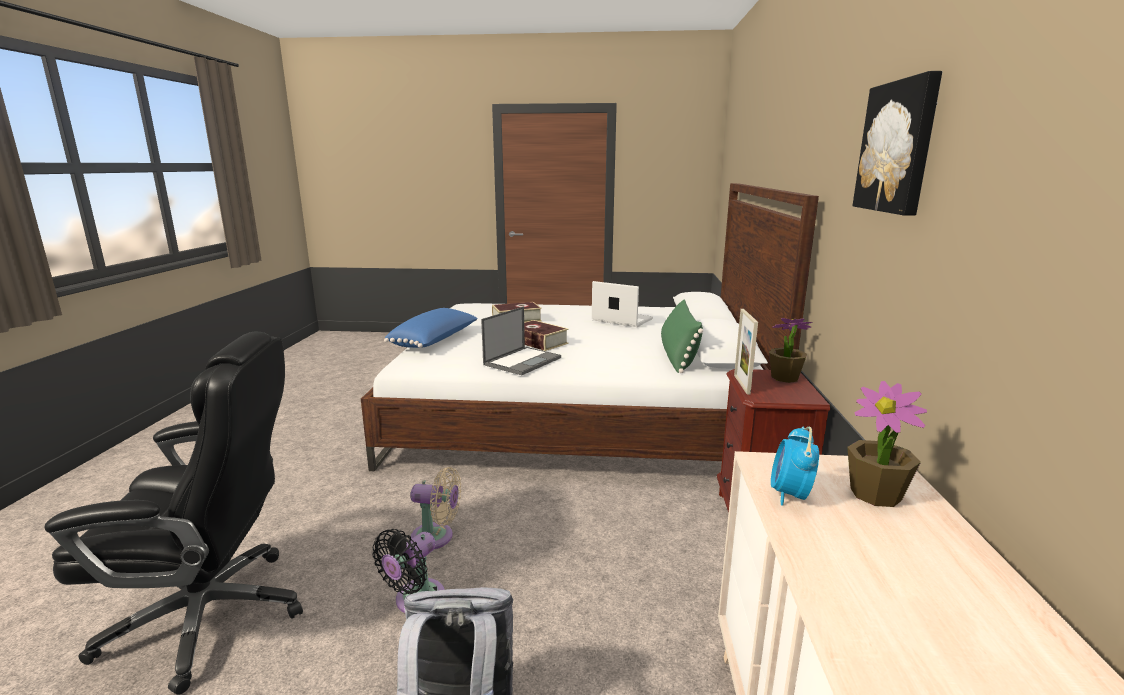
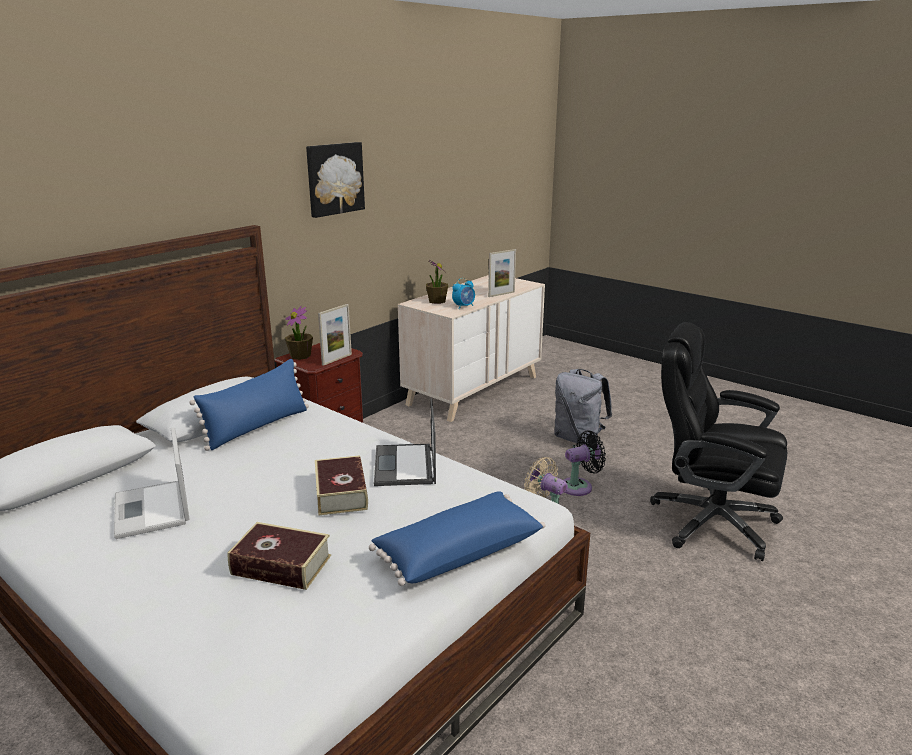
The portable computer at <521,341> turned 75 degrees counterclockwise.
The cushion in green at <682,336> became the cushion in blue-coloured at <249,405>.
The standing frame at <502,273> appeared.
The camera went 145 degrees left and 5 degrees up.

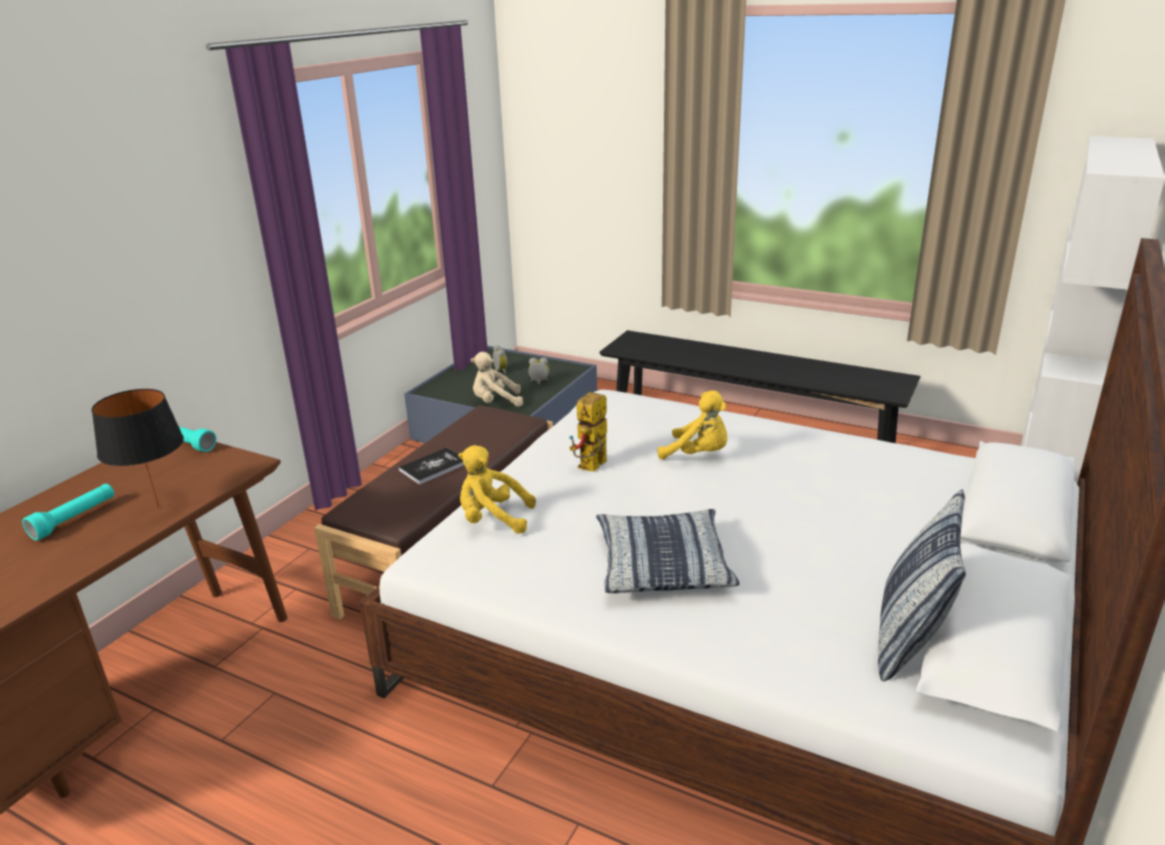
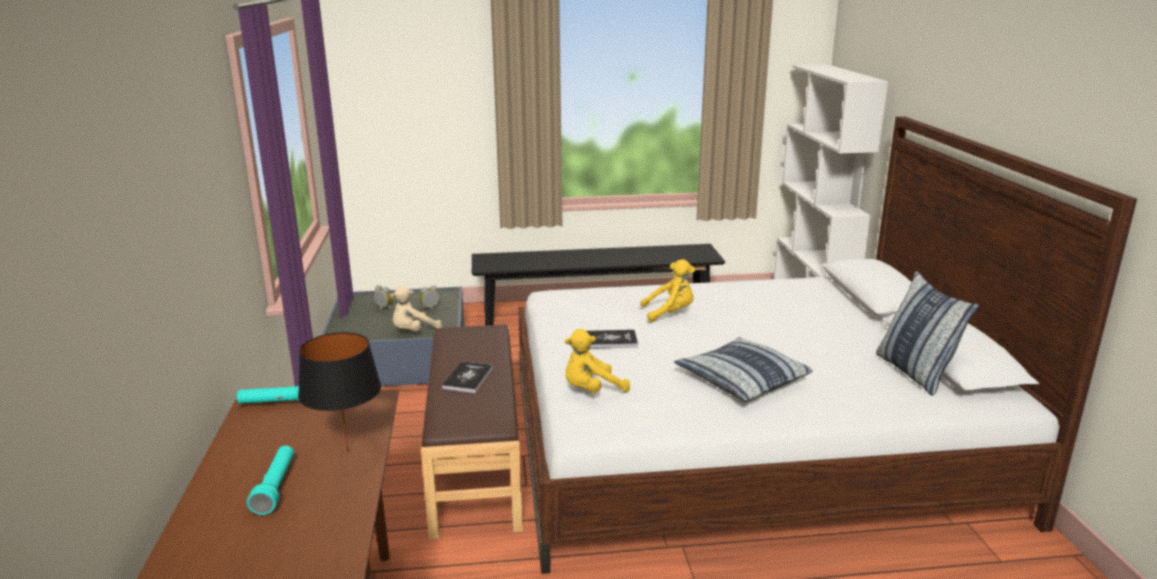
The toy robot at <588,432> was replaced by the book at <612,339>.
The camera went 35 degrees left and 5 degrees down.

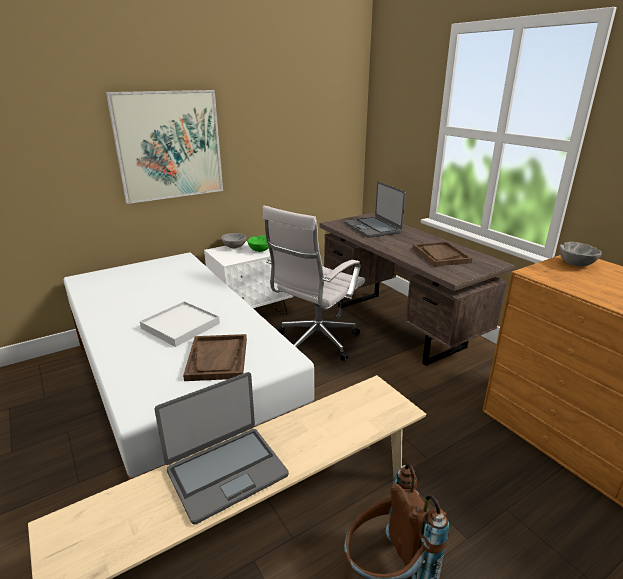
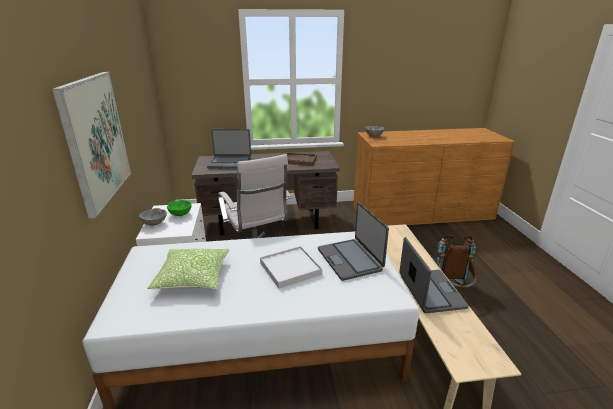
The tray in brown at <215,357> was replaced by the portable computer at <353,241>.
The cushion at <188,269> appeared.
The camera went 65 degrees left and 0 degrees up.

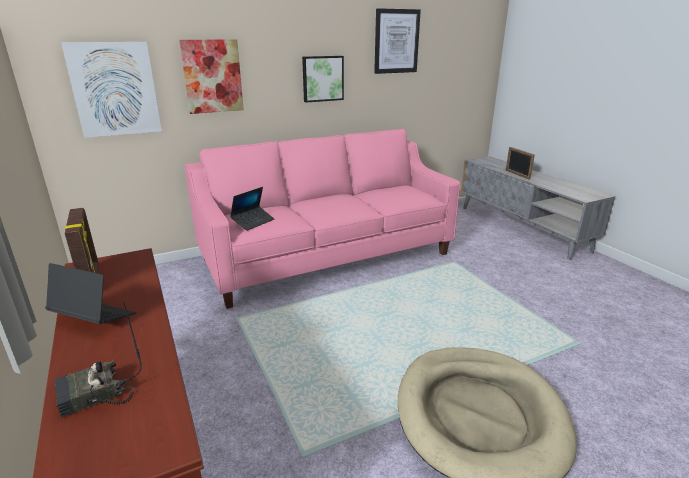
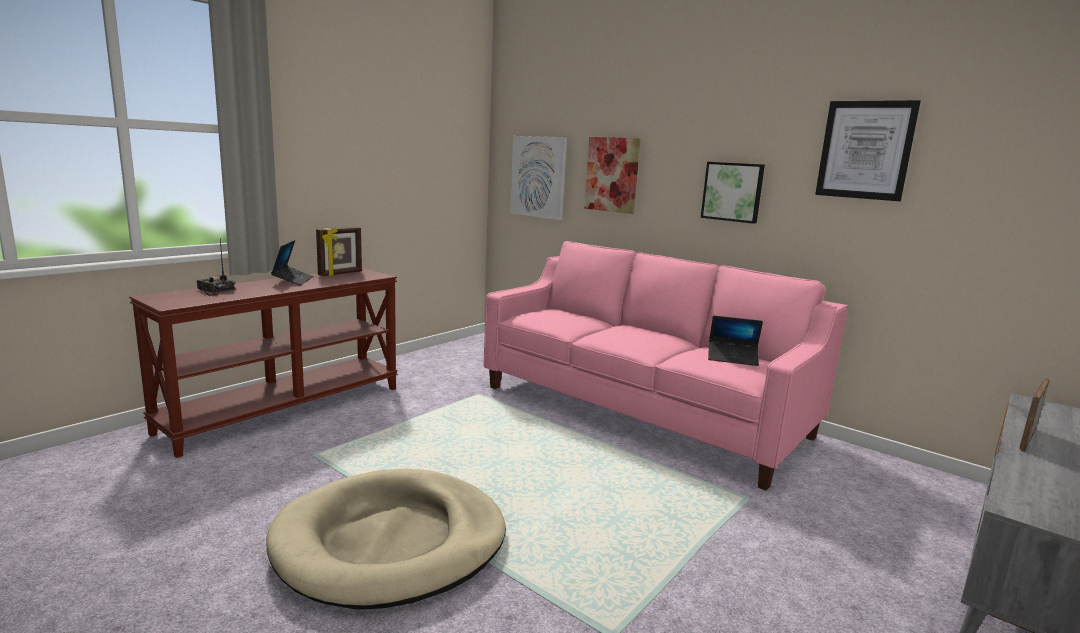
The portable computer moved from <252,209> to <735,341>.
The camera went 65 degrees right and 10 degrees down.

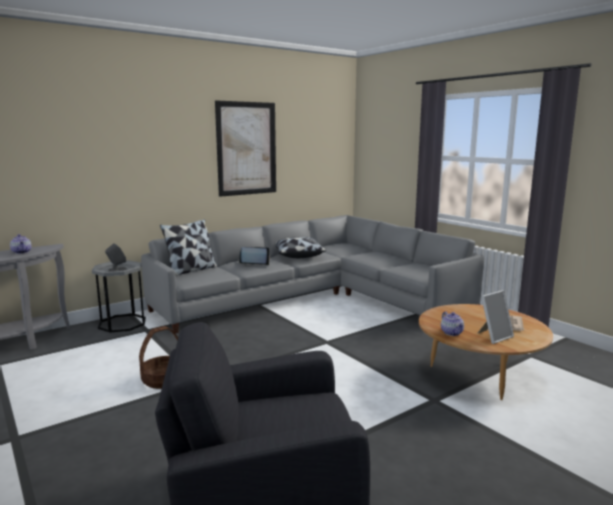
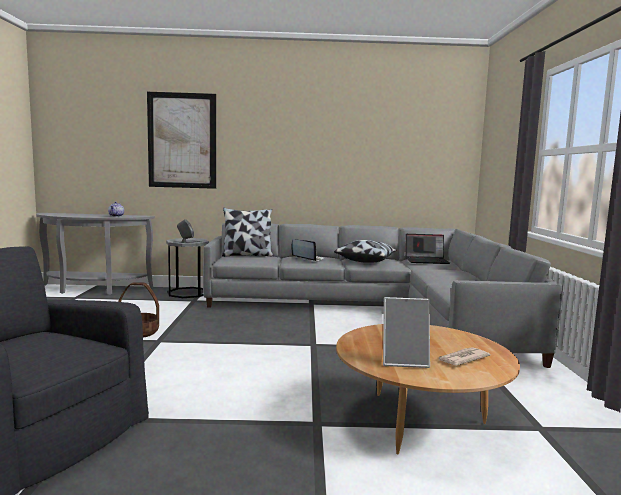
The wall picture moved from <245,148> to <181,140>.
The tea pot at <452,323> disappeared.
The portable computer at <428,249> appeared.
The camera went 35 degrees right and 5 degrees down.

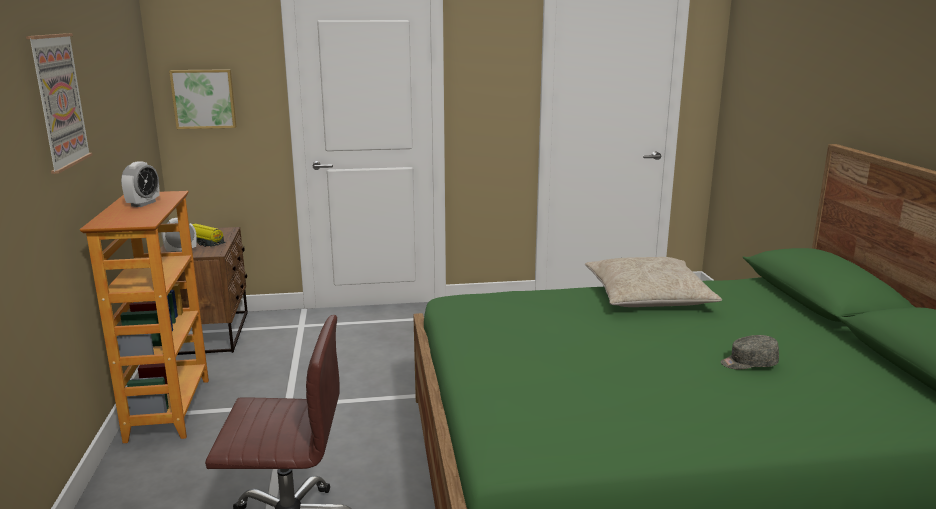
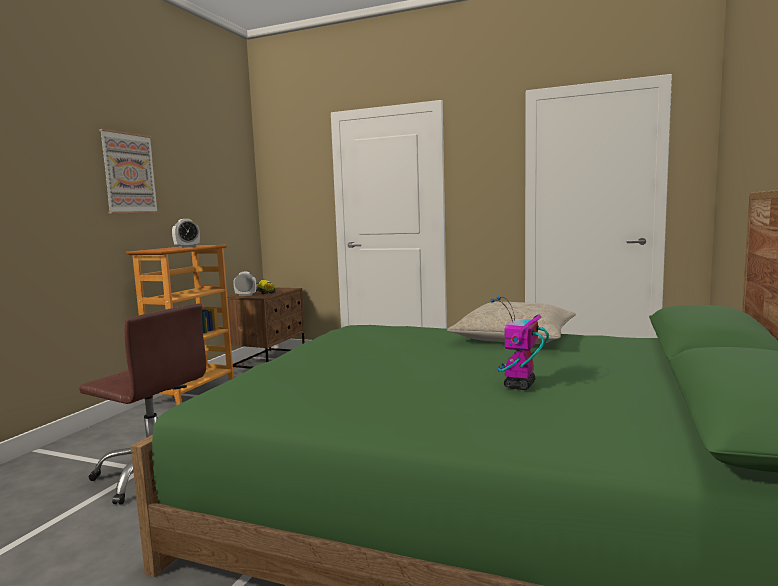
The wall picture at <202,99> disappeared.
The peaked cap in greyish at <750,352> was replaced by the toy robot at <519,343>.
The camera went 30 degrees right and 10 degrees down.

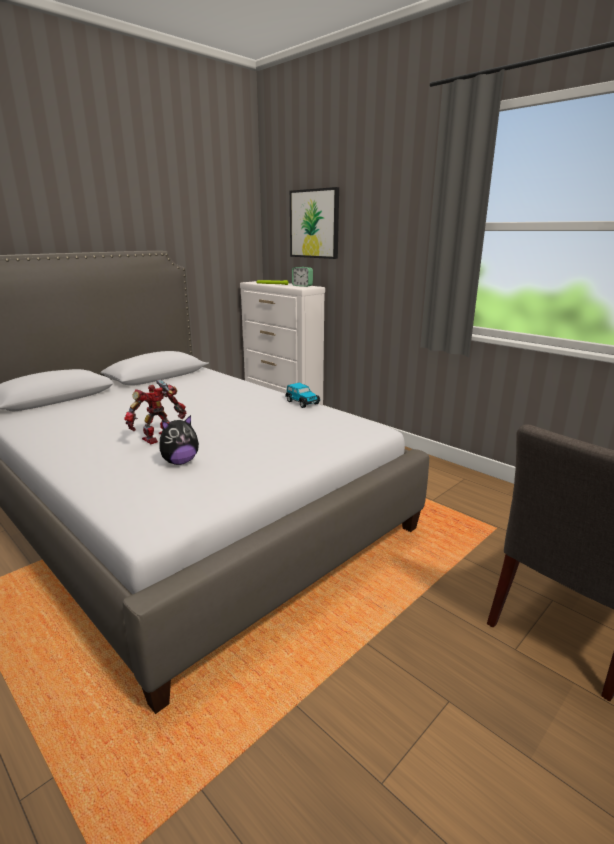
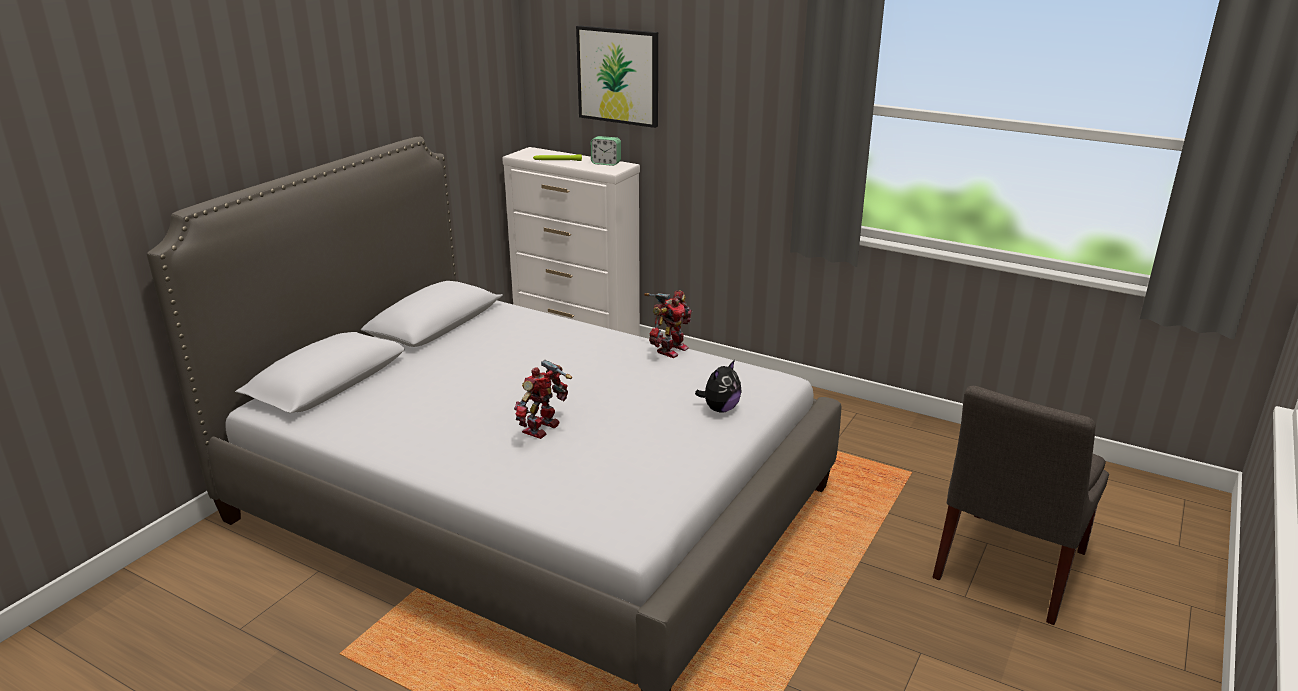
The cuddly toy moved from <179,440> to <718,386>.
The model car at <302,395> was replaced by the toy robot at <668,324>.
The camera went 15 degrees left and 5 degrees up.

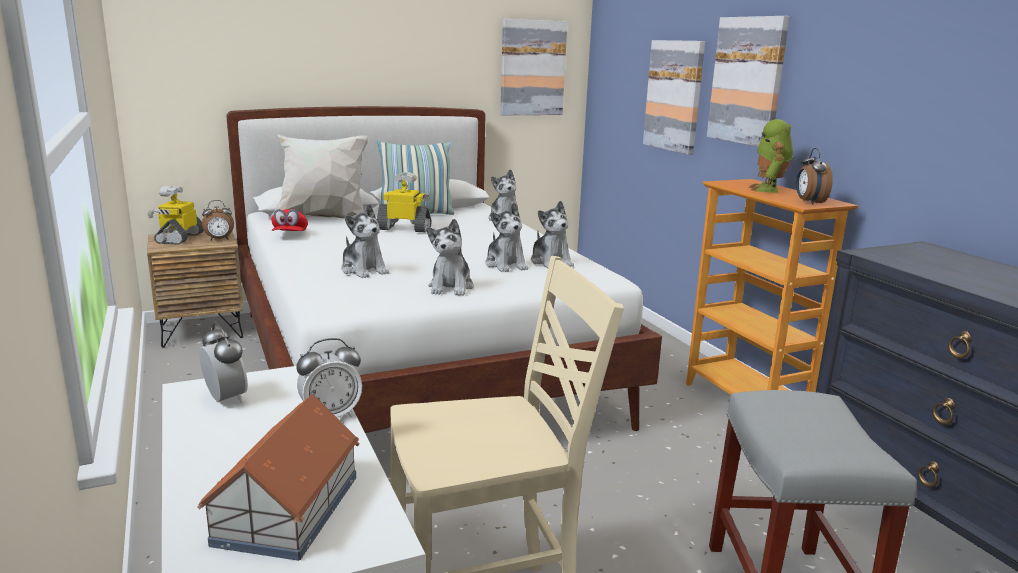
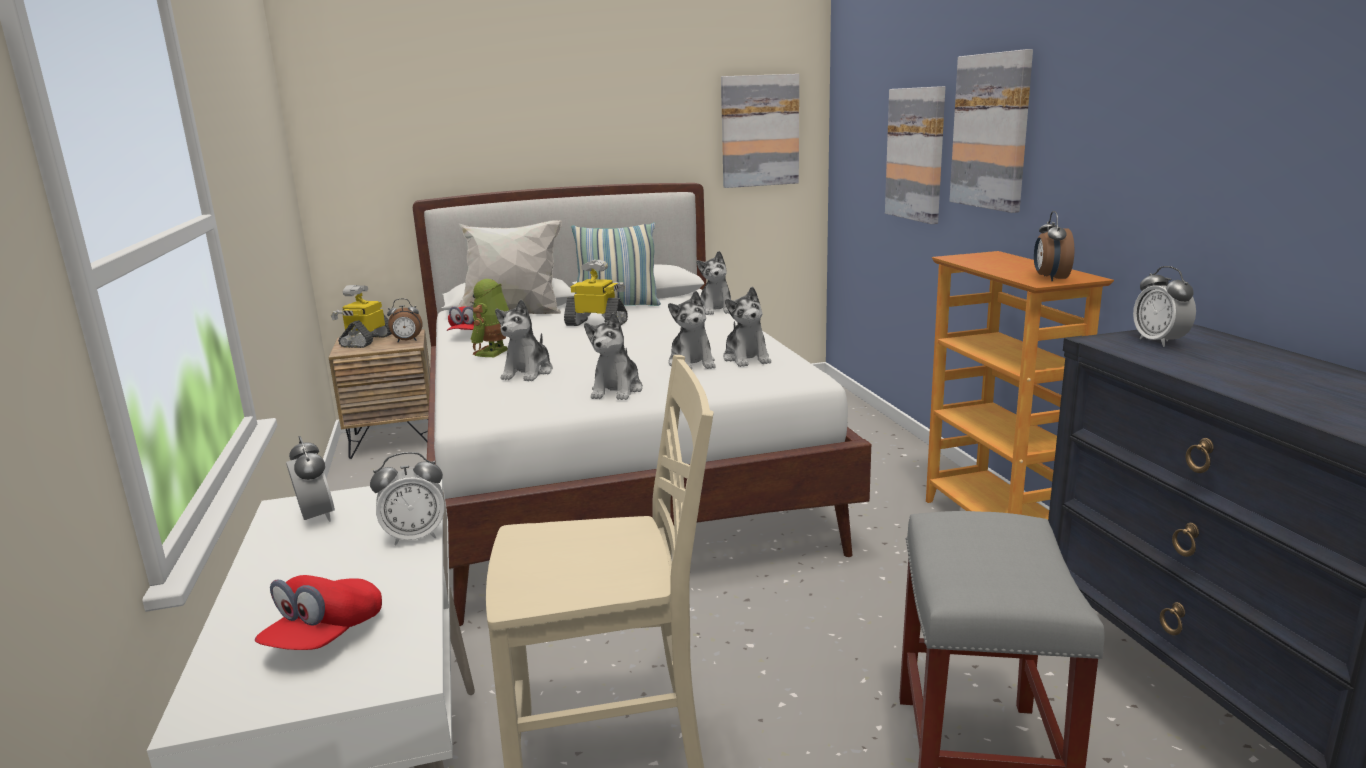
The model house at <278,477> was replaced by the peaked cap in red-coloured at <318,612>.
The cuddly toy at <365,241> turned 45 degrees clockwise.
The toy robot moved from <771,156> to <489,318>.
The alarm clock at <1164,306> appeared.
The camera went 10 degrees right and 0 degrees up.

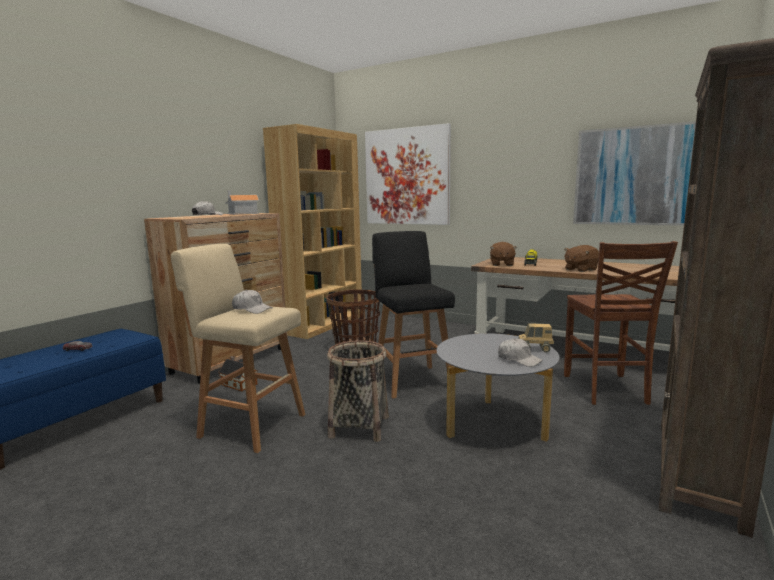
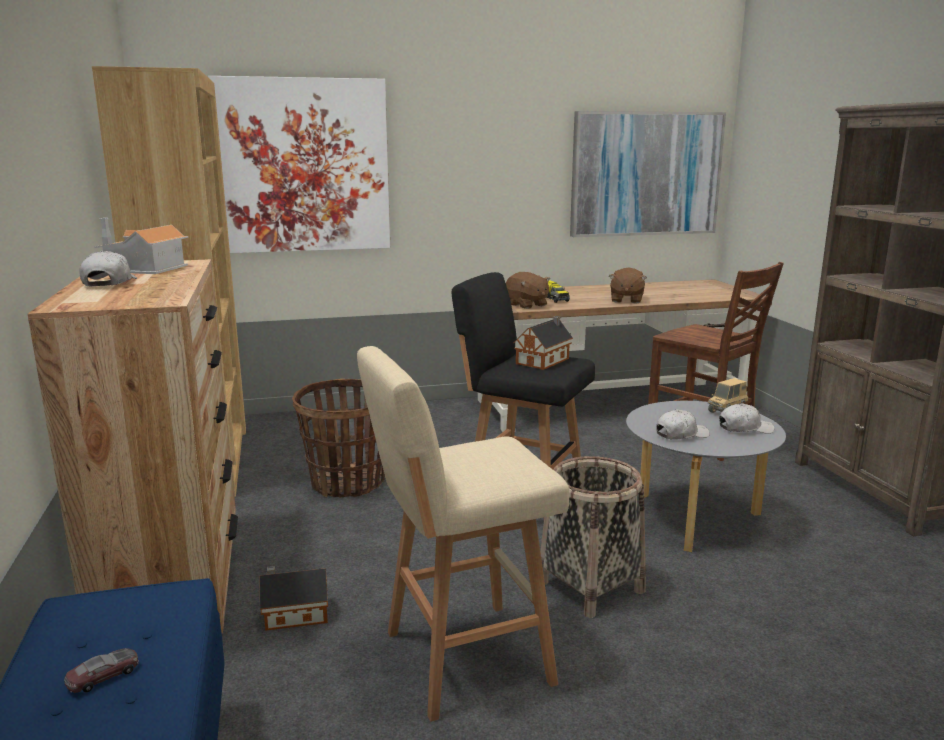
The peaked cap in white moved from <252,301> to <682,424>.
The model house at <543,343> appeared.
The camera went 45 degrees left and 5 degrees up.

